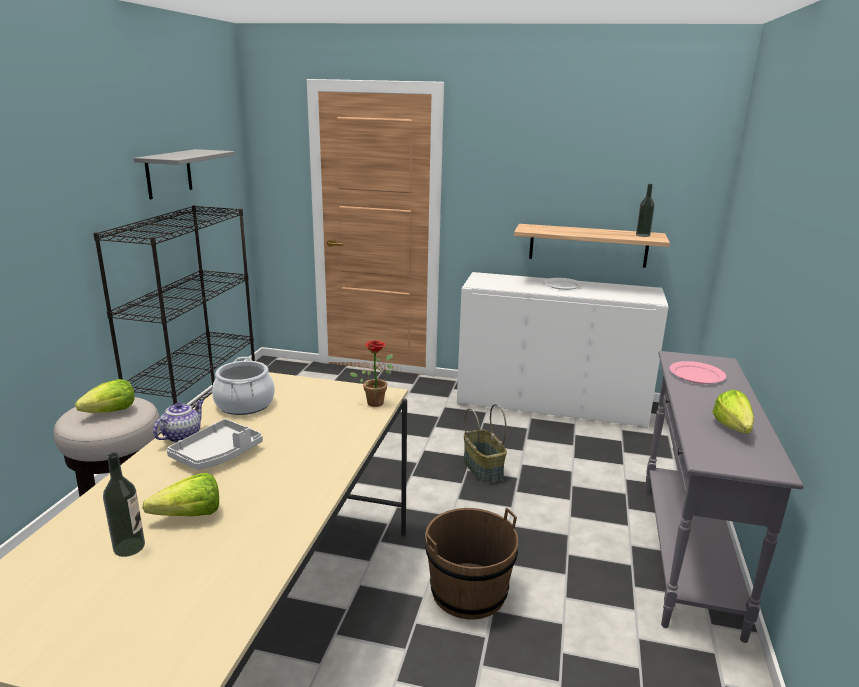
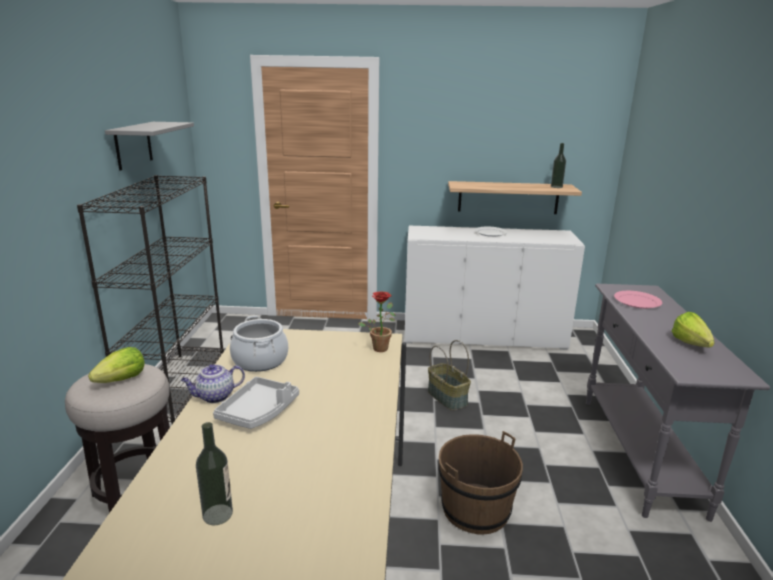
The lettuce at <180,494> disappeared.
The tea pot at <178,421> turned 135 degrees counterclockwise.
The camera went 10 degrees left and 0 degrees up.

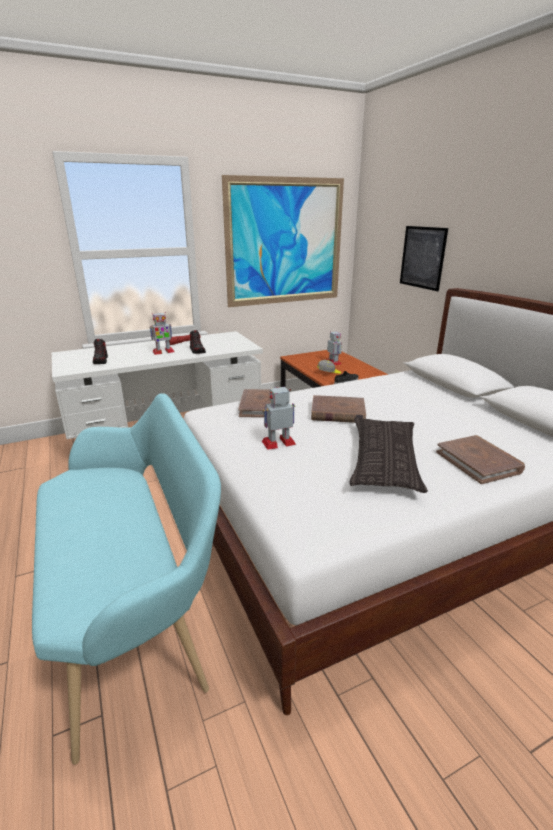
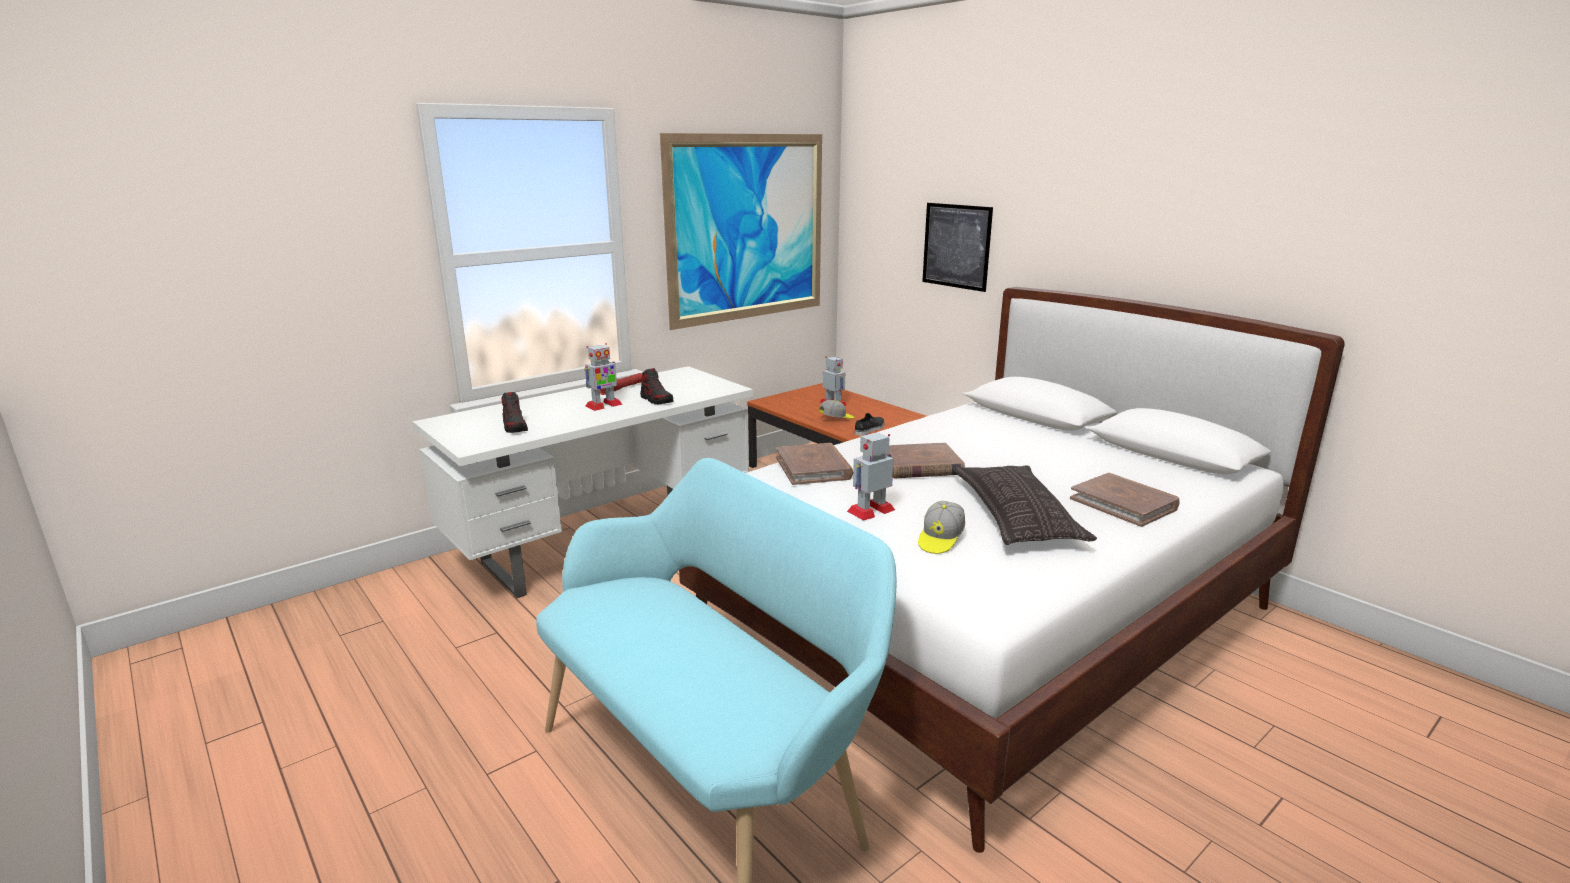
The peaked cap at <941,527> appeared.
The camera went 15 degrees left and 5 degrees down.

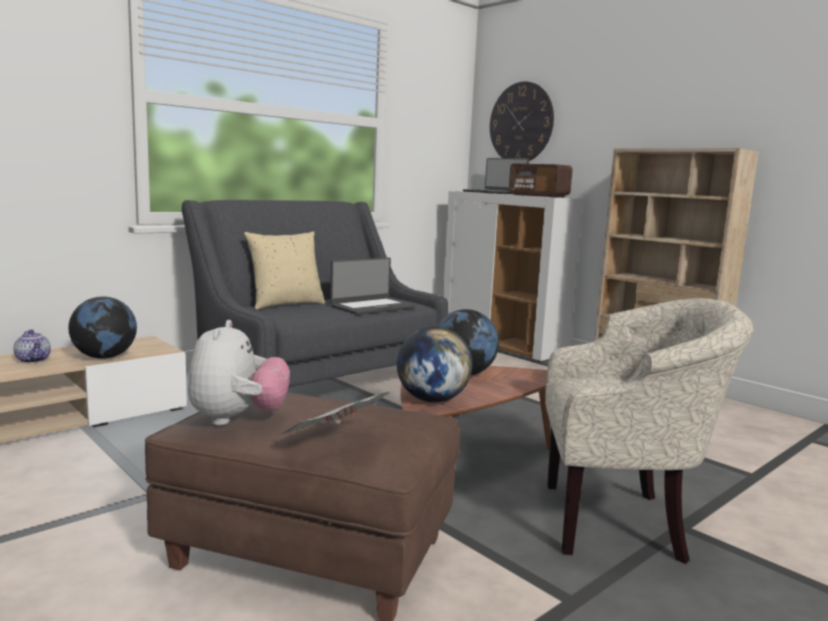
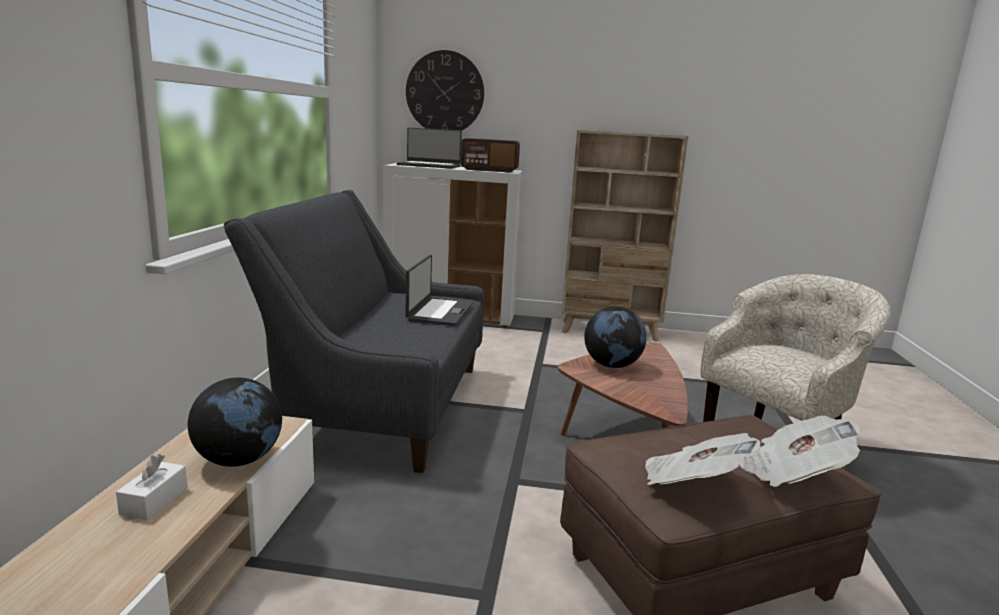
The tea pot at <32,346> was replaced by the box of tissues in white at <151,487>.
The cuddly toy at <239,373> was replaced by the daily paper at <703,459>.
The cushion in beige at <284,270> disappeared.
The desk globe at <435,364> disappeared.
The camera went 40 degrees left and 5 degrees up.

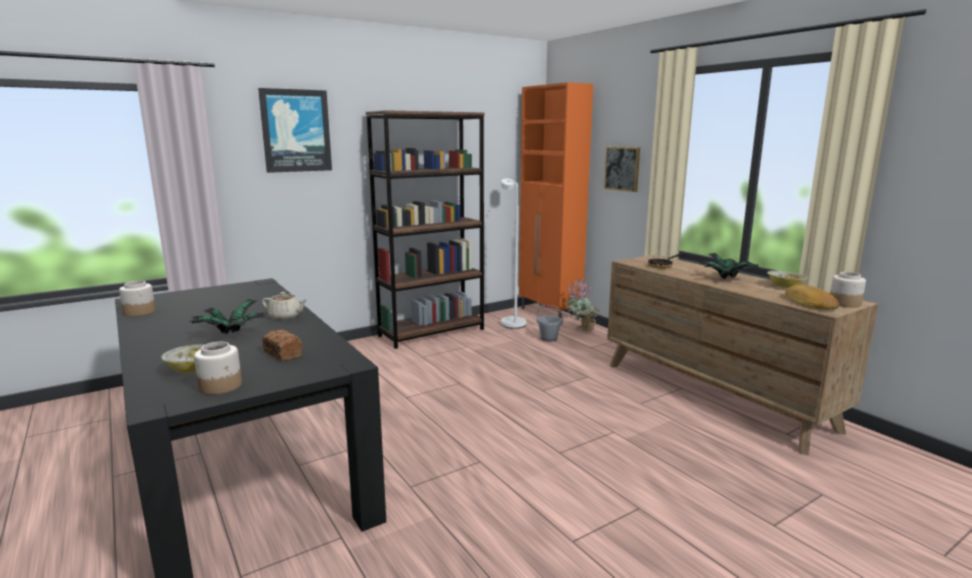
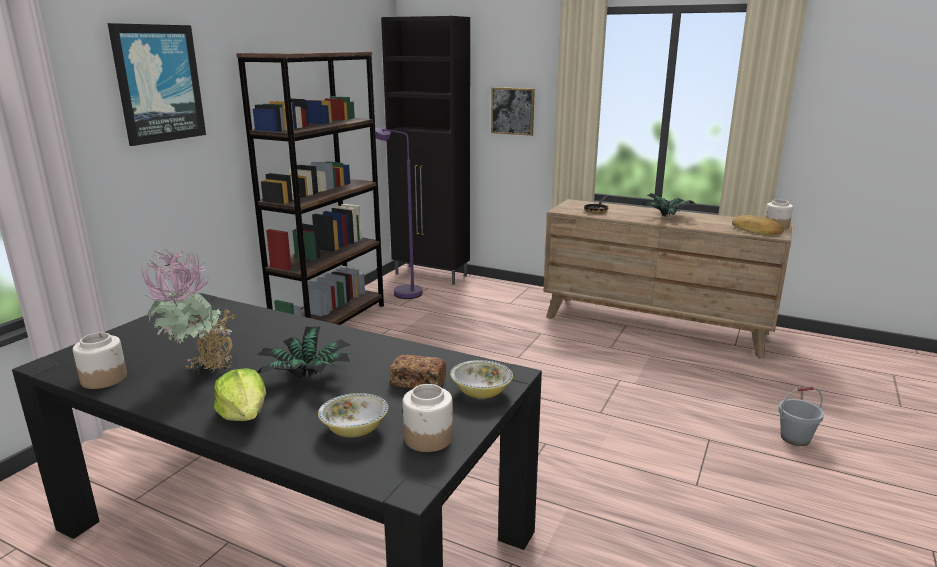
The tea pot in beige at <285,306> disappeared.
The standing lamp in white at <513,254> became the standing lamp in purple at <399,213>.
The storage cabinet in orange-coloured at <556,201> became the storage cabinet in black-coloured at <425,150>.
The water bucket in greyish moved from <550,323> to <801,416>.
The potted plant moved from <583,305> to <189,312>.
The deep dish moved from <787,279> to <481,379>.
The lettuce at <240,394> appeared.
The camera went 30 degrees left and 5 degrees up.

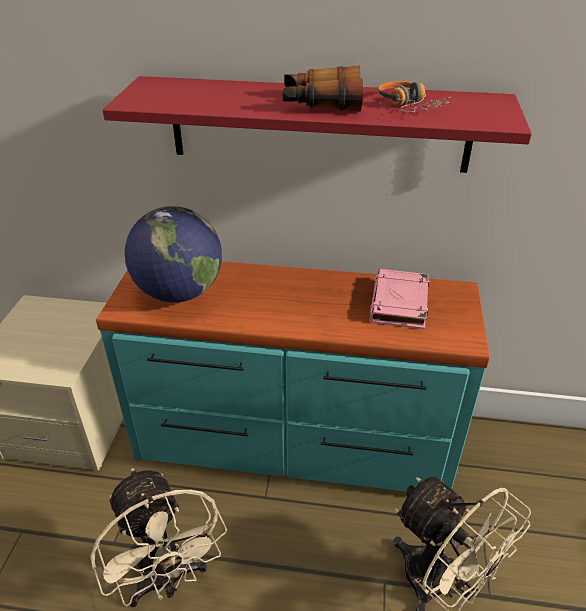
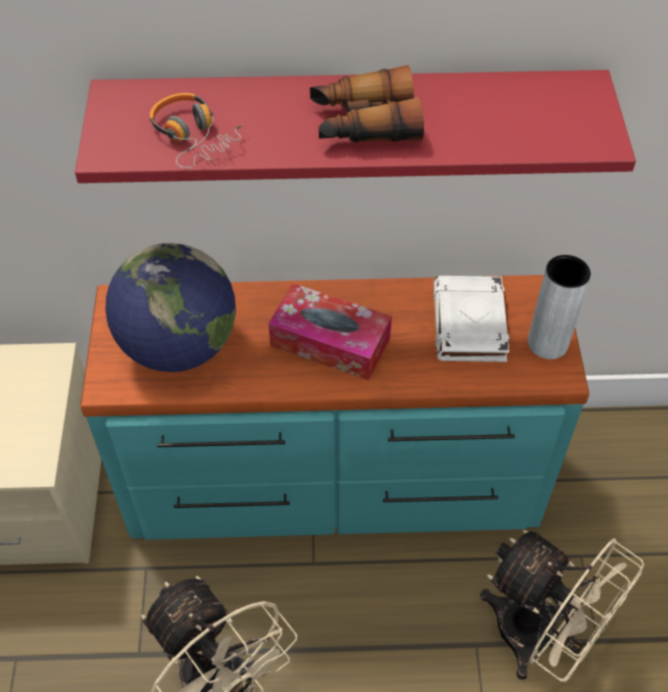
The book in pink at <399,299> became the book in white at <471,319>.
The headset moved from <414,96> to <197,130>.
The box of tissues at <330,332> appeared.
The vase in greyish at <559,307> appeared.
The camera went 10 degrees left and 15 degrees up.

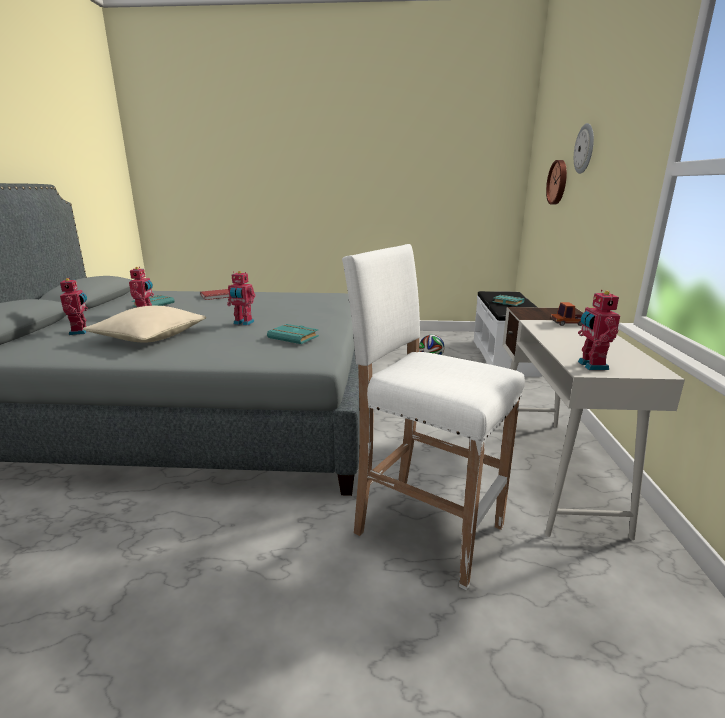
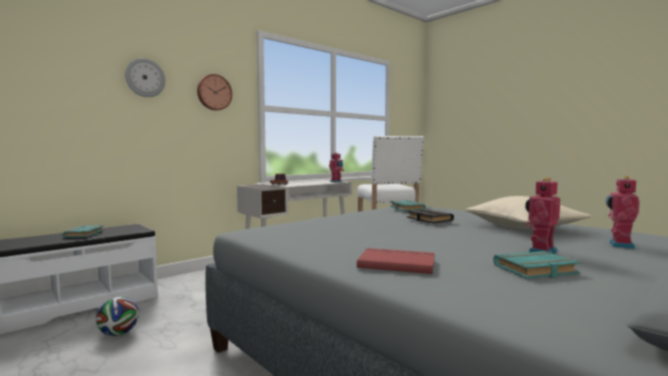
The toy robot at <241,298> was replaced by the book in black-coloured at <430,216>.
The wall clock moved from <556,182> to <214,92>.
The camera went 135 degrees left and 15 degrees down.

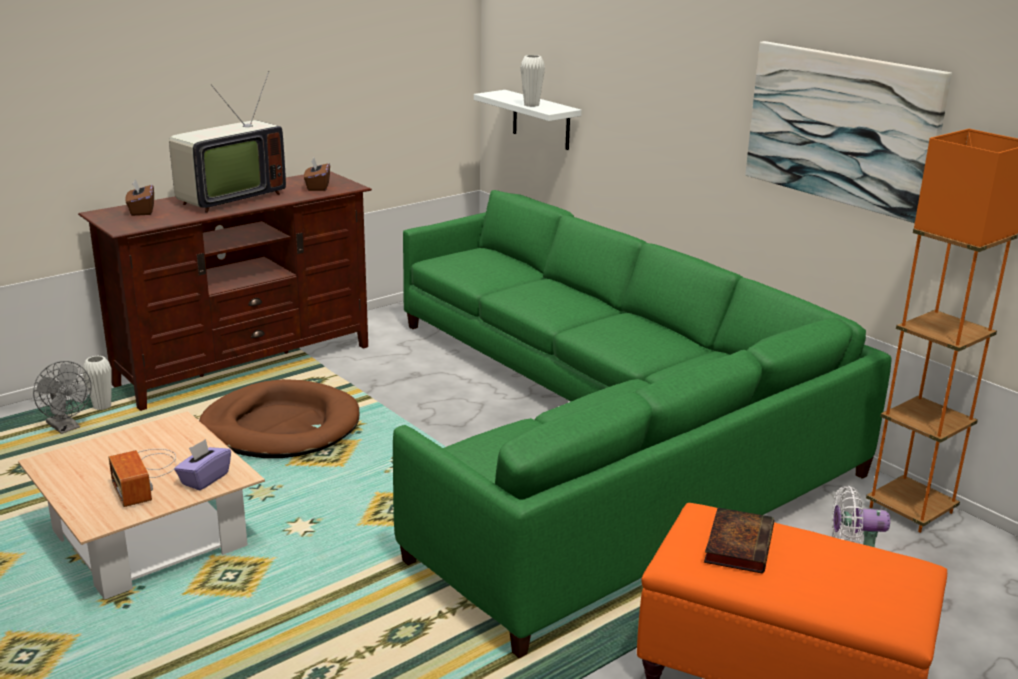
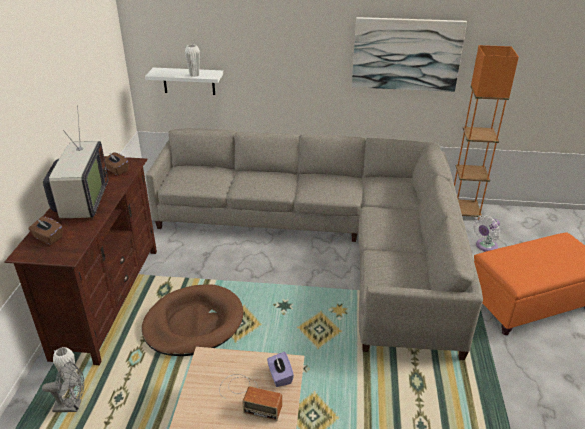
The settee in green at <642,424> became the settee in greyish at <314,244>.
The book at <739,541> disappeared.
The camera went 45 degrees left and 10 degrees up.

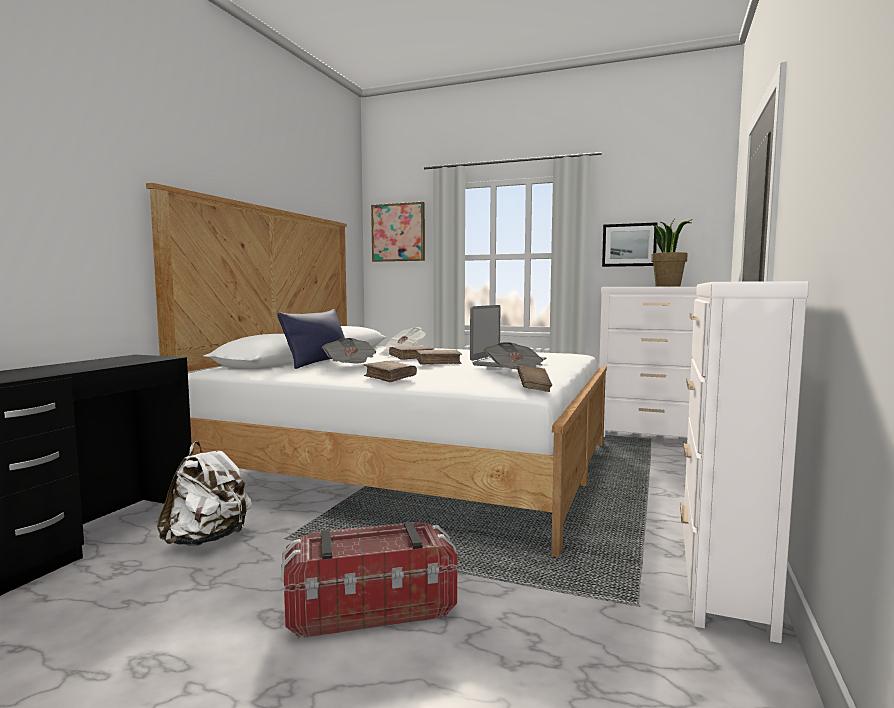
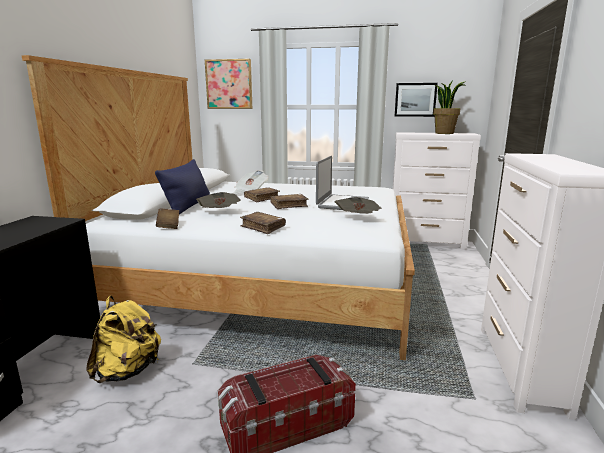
The knapsack in white at <204,493> became the knapsack in yellow-coloured at <123,339>.
The book in brown moved from <534,378> to <167,218>.
The camera went 10 degrees left and 10 degrees up.

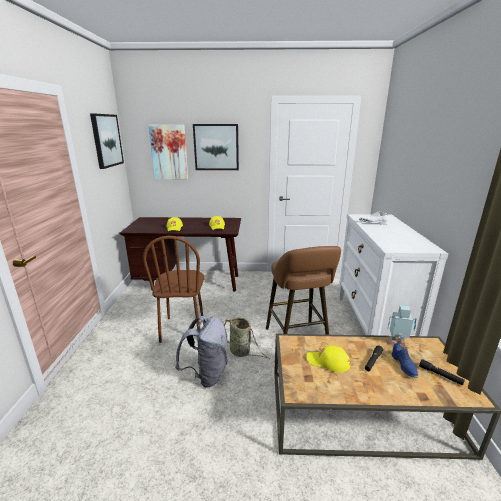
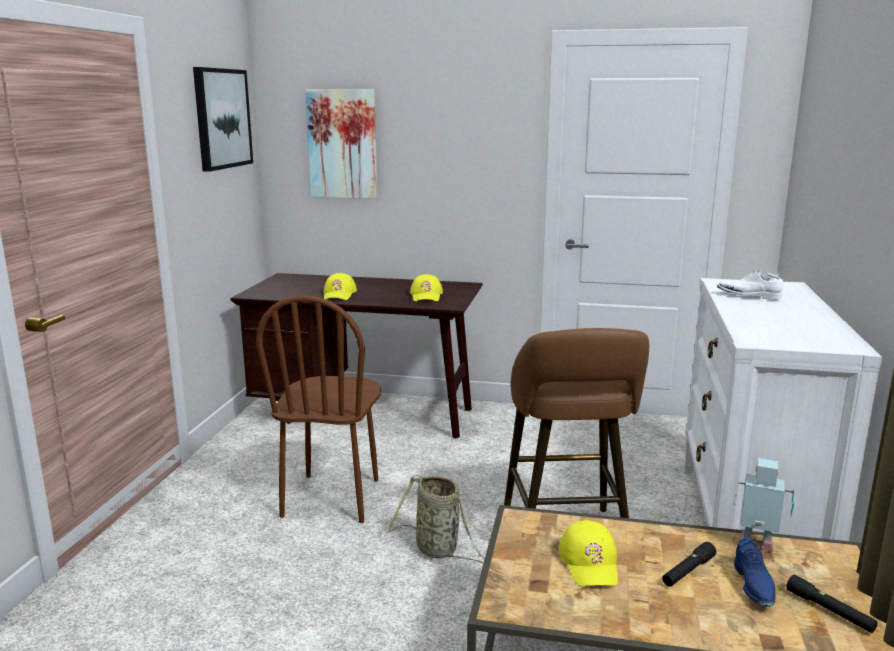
The knapsack in greyish at <201,352> disappeared.
The wall picture at <216,147> disappeared.
The peaked cap in yellow-coloured at <328,358> turned 120 degrees counterclockwise.
The camera went 10 degrees right and 5 degrees down.

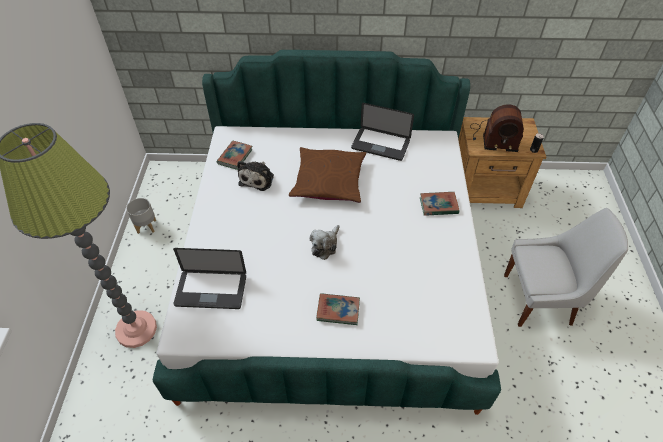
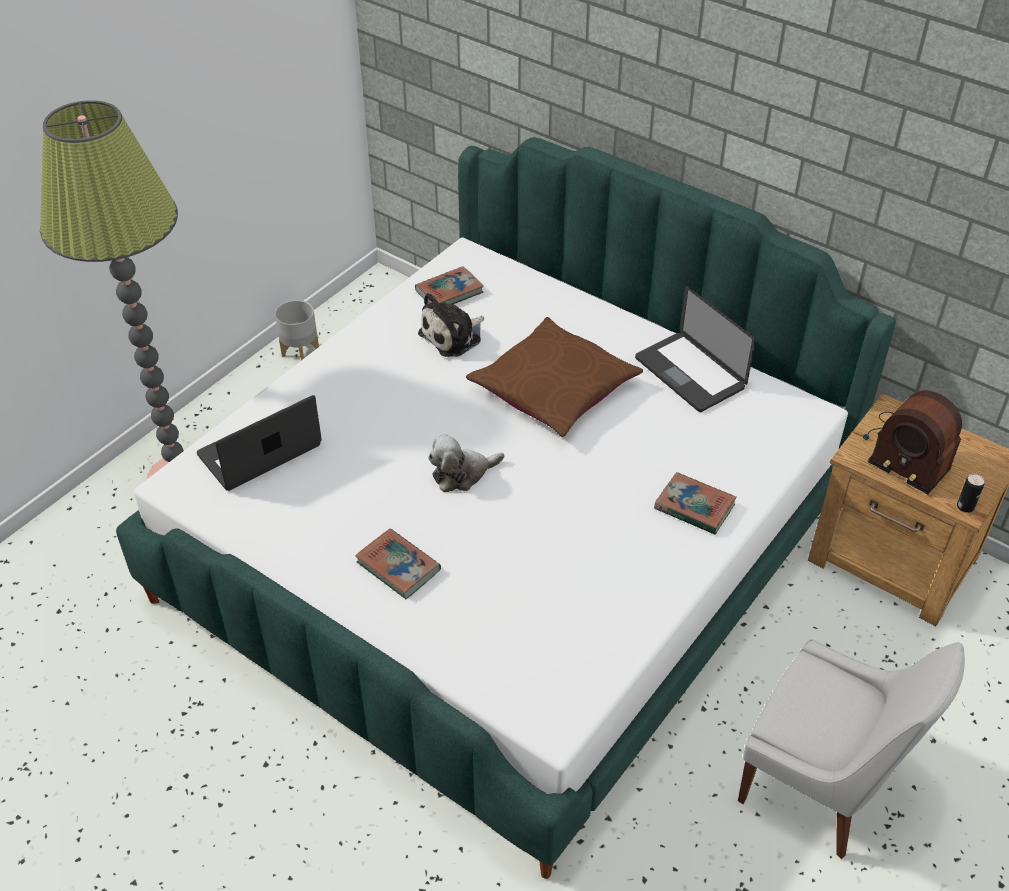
The portable computer at <209,278> turned 105 degrees clockwise.
The camera went 35 degrees right and 5 degrees down.

